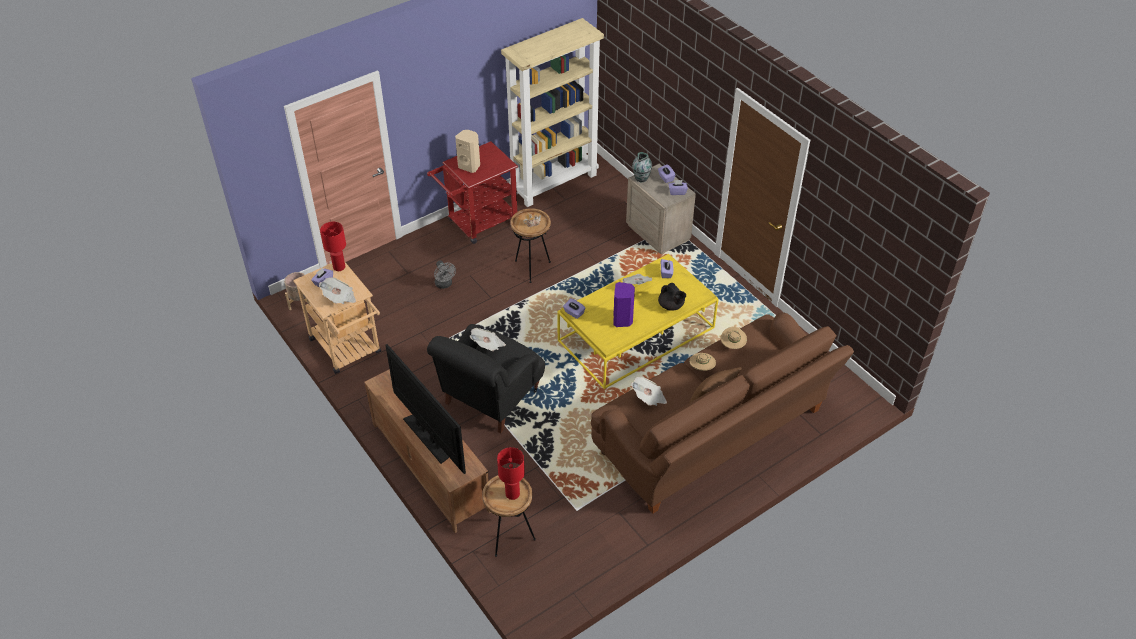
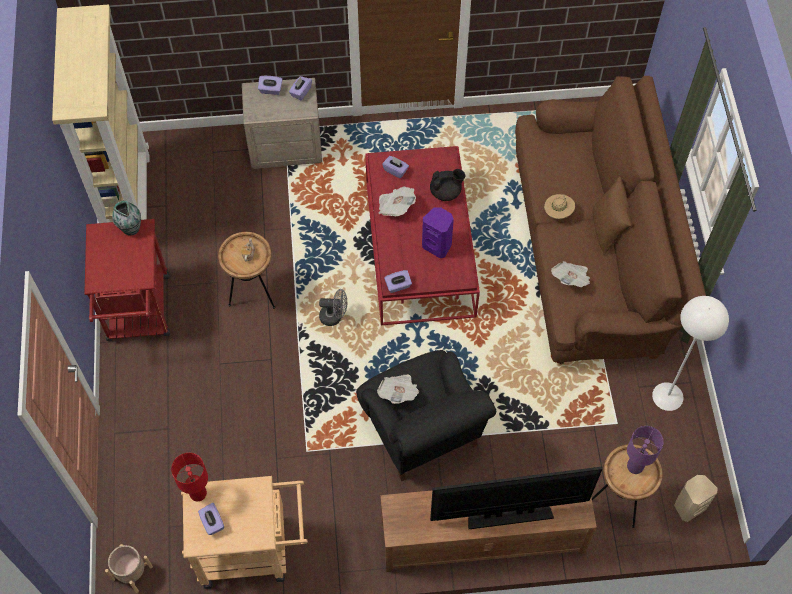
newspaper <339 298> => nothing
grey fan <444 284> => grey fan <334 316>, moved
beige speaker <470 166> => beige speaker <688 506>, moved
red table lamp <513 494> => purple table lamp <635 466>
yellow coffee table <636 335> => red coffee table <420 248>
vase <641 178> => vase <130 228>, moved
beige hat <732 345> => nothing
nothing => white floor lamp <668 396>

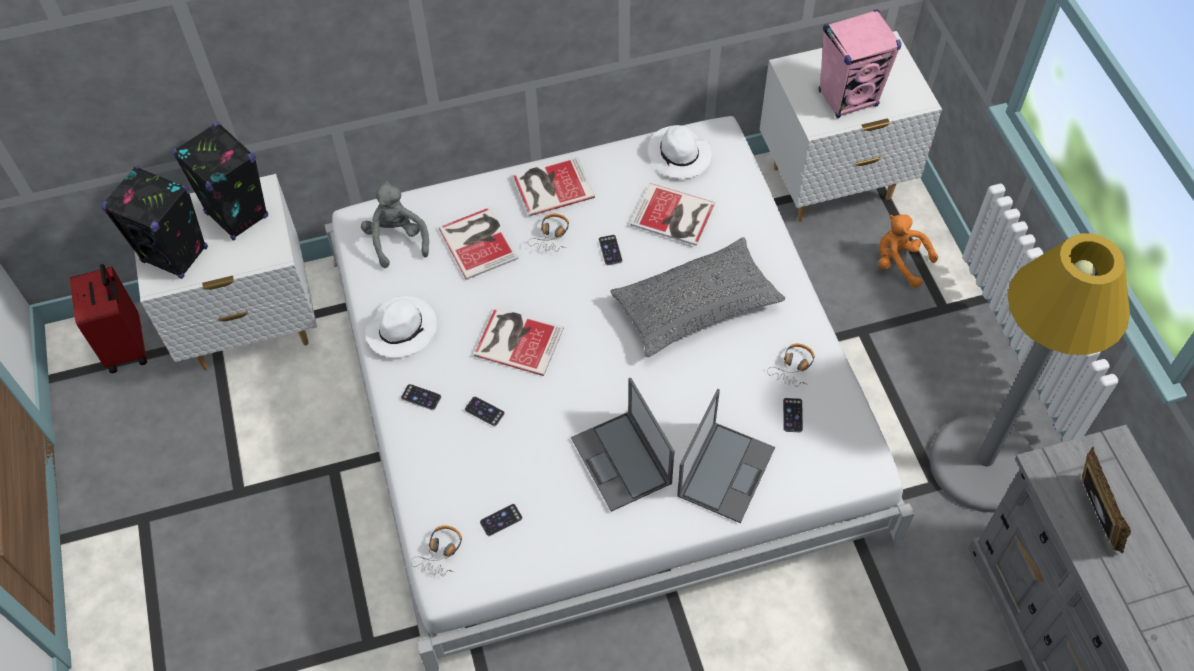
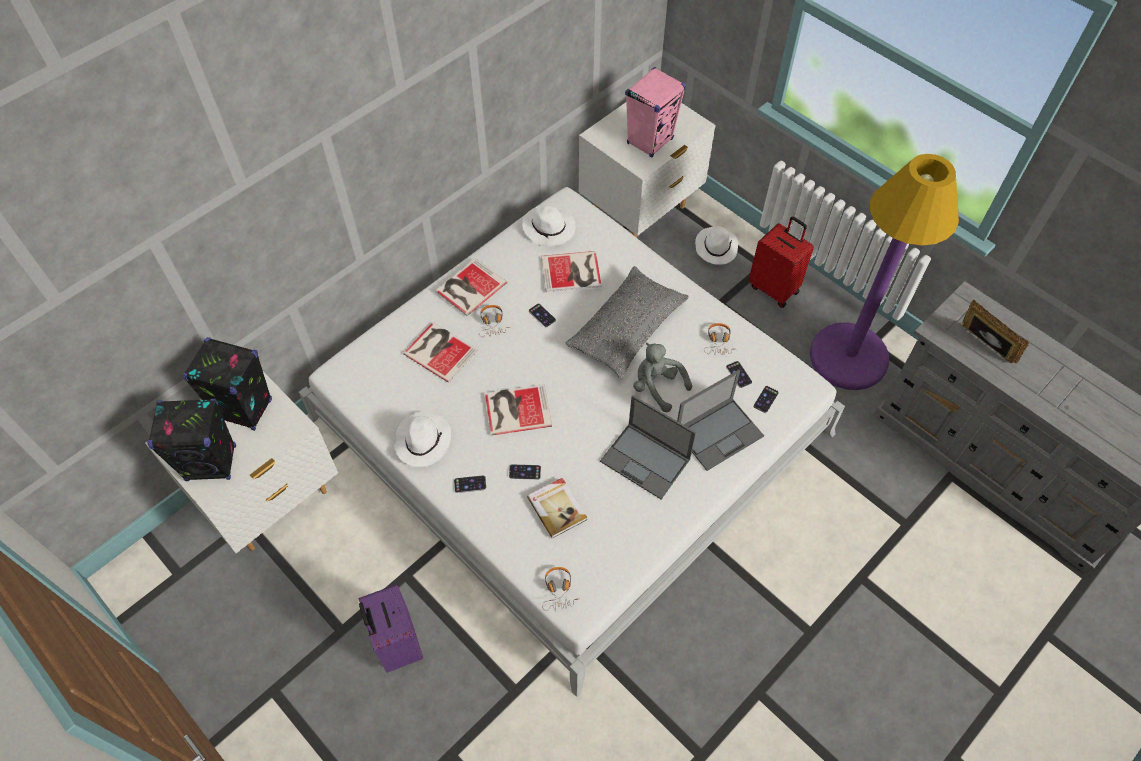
red suitcase <128 346> => red suitcase <774 288>, moved
grey plush toy <397 239> => grey plush toy <657 386>, moved
phone <501 520> => phone <765 399>, moved
laptop <726 470> => laptop <719 433>, 60 degrees clockwise
orange plush toy <899 262> => white hat <716 247>
grey floor lamp <982 464> => purple floor lamp <848 357>
nothing => purple suitcase <397 644>
nothing => book <557 508>

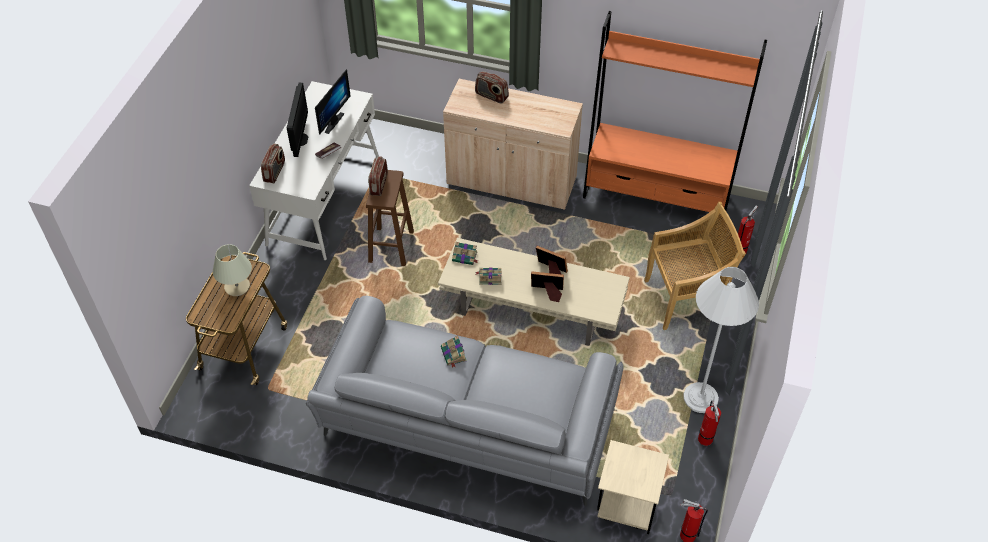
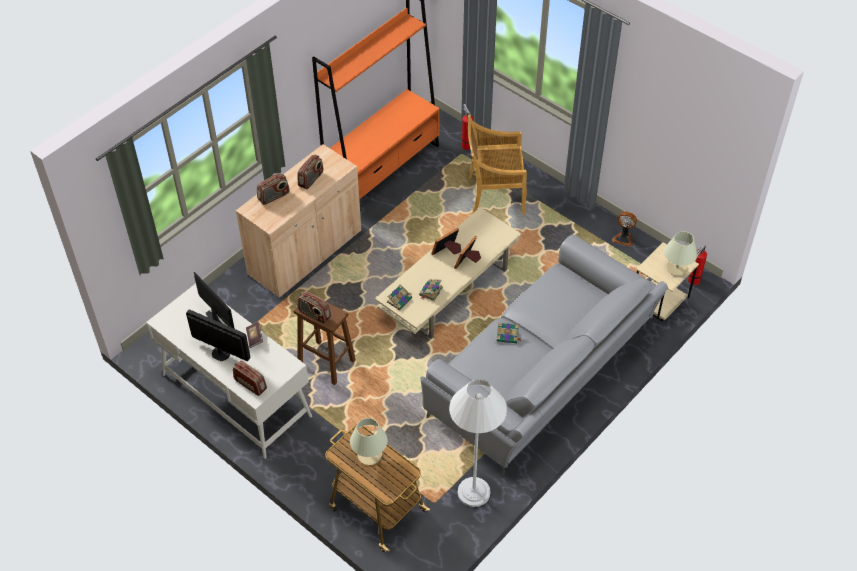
beige chair <685 299> => beige chair <494 196>, 105 degrees counterclockwise
white floor lamp <700 398> => white floor lamp <474 492>, moved
fire extinguisher <705 441> => fan <623 238>
nothing => radio <311 179>
nothing => beige table lamp <677 268>

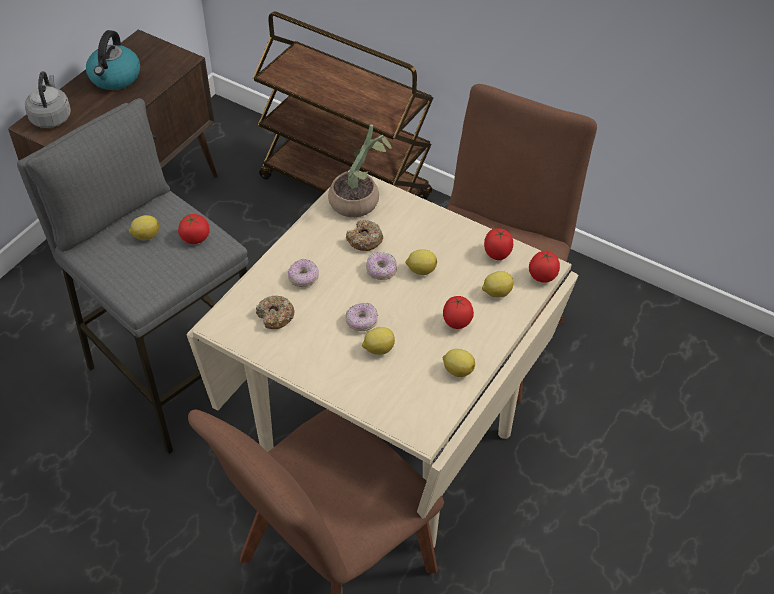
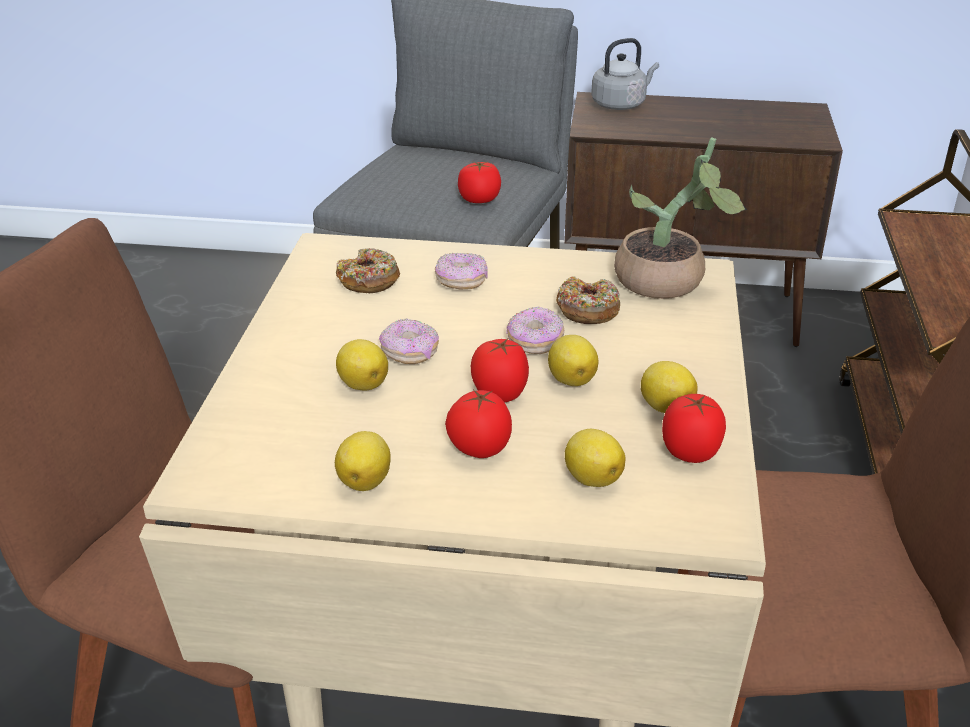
kettle <115 78> => nothing
lemon <145 236> => lemon <665 406>, moved
tomato <542 277> => tomato <499 394>, moved

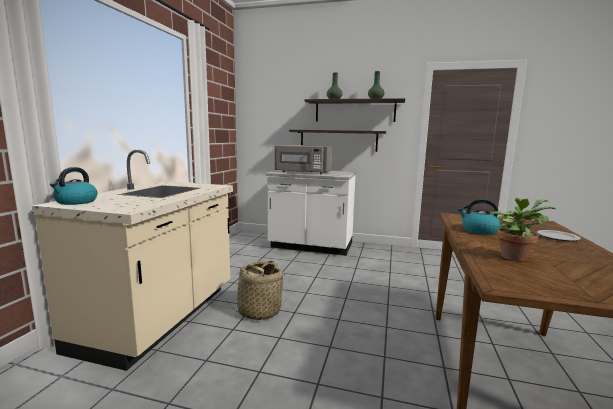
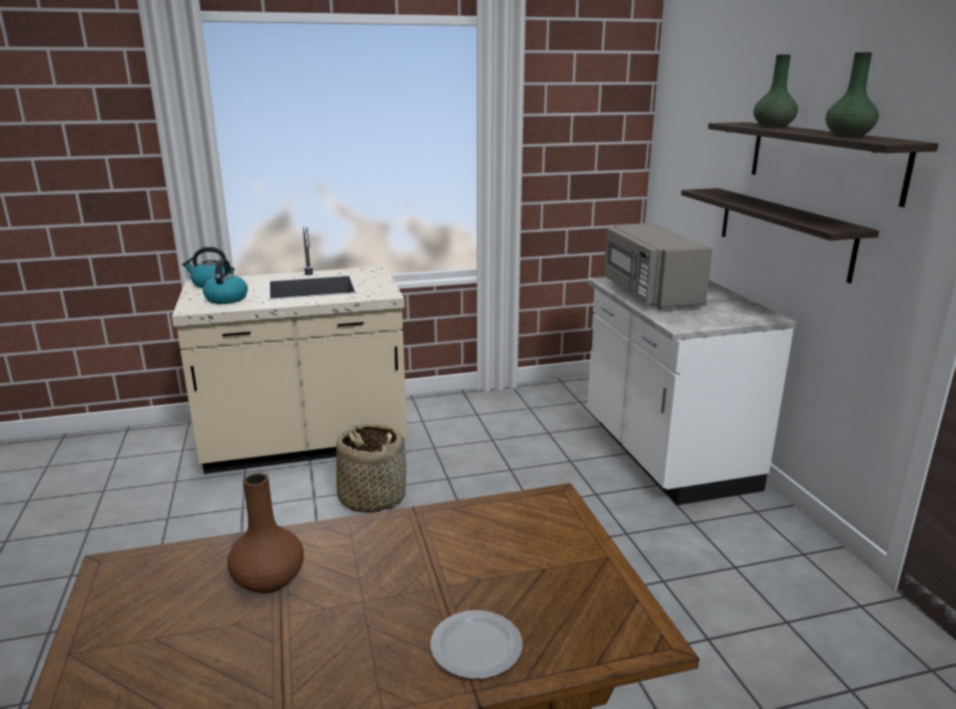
kettle <479 230> => kettle <226 298>, moved
potted plant <514 256> => brown vase <268 581>

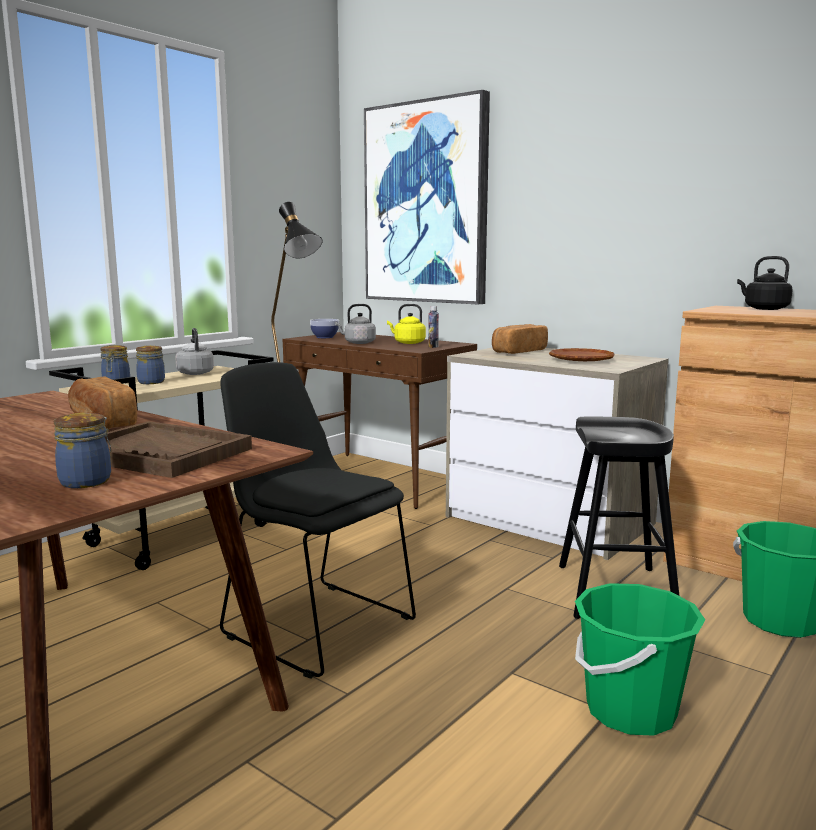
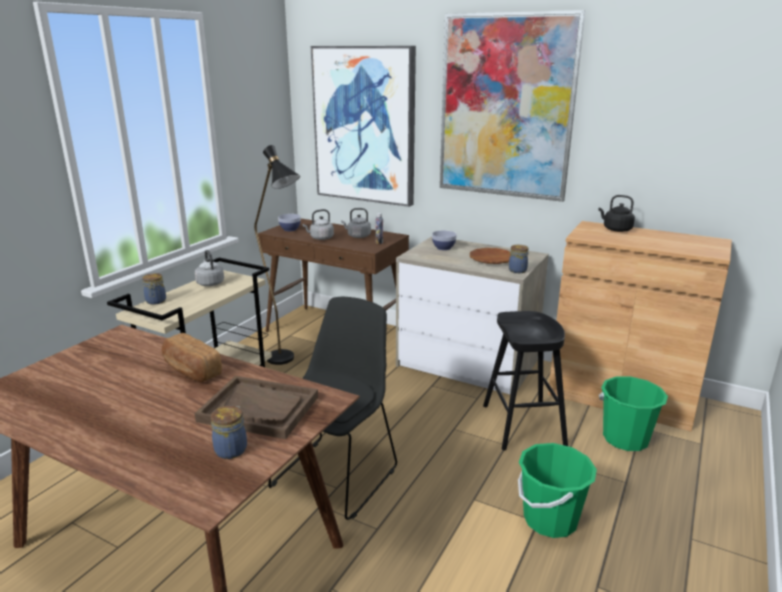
jar <152 382> => jar <517 270>, moved
black chair <315 624> => black chair <337 474>, 90 degrees clockwise
yellow kettle <407 343> => grey kettle <357 236>
bread <518 351> => bowl <443 248>
nothing => picture <506 107>

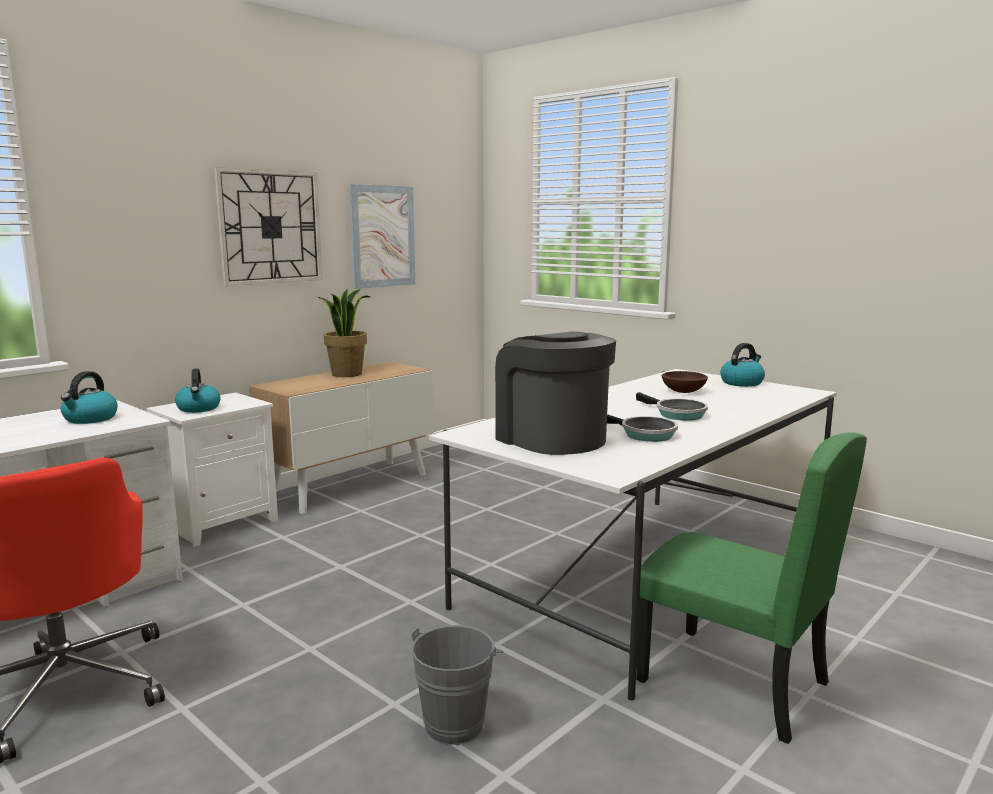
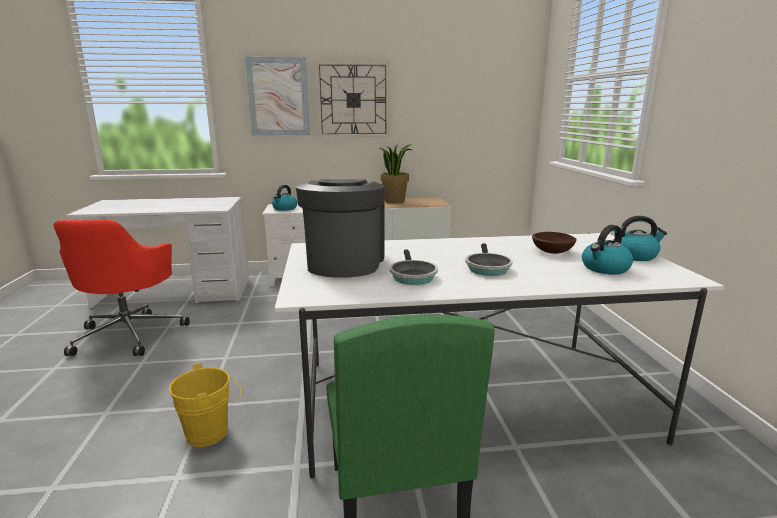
kettle <90 419> => kettle <605 268>, moved
picture <382 236> => picture <278 97>, moved
grey bucket <457 721> => yellow bucket <212 432>

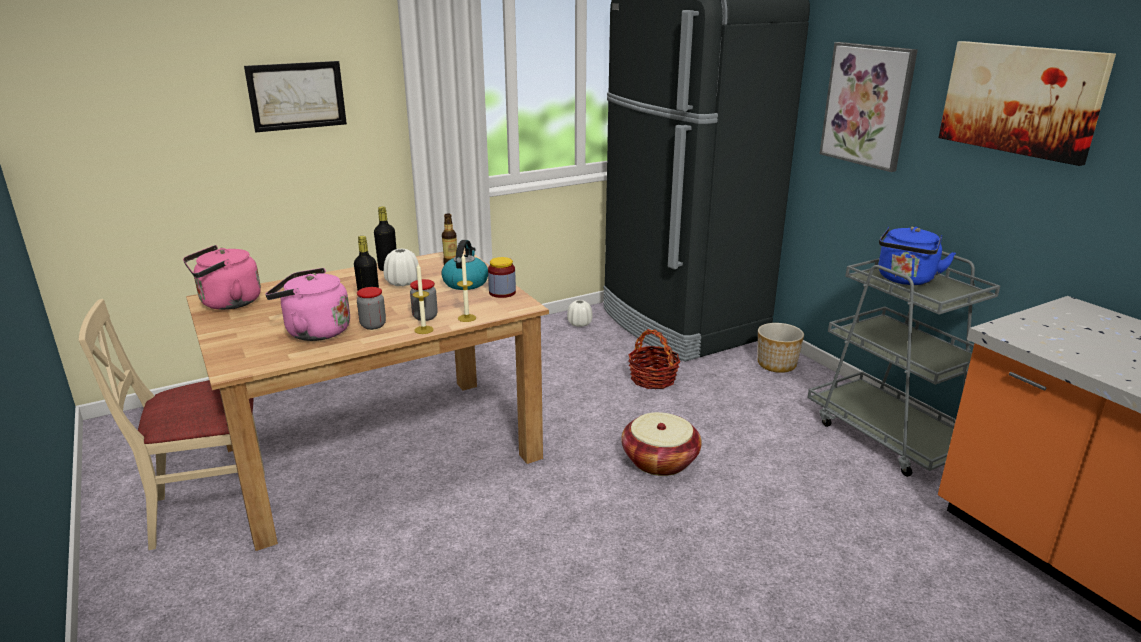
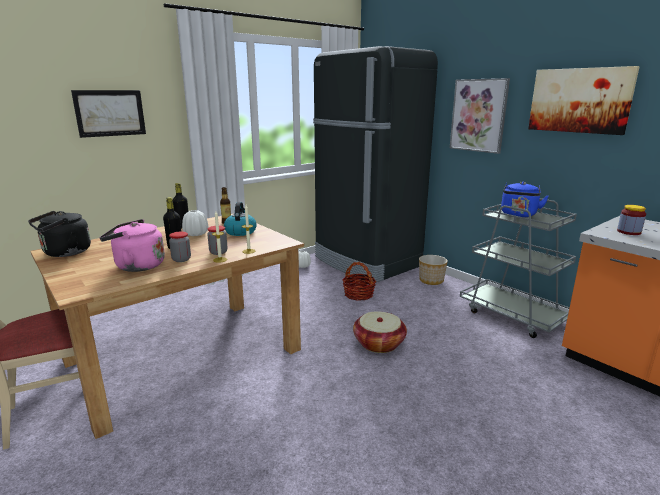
pink kettle <227 303> => black kettle <64 253>
jar <502 292> => jar <628 232>, moved

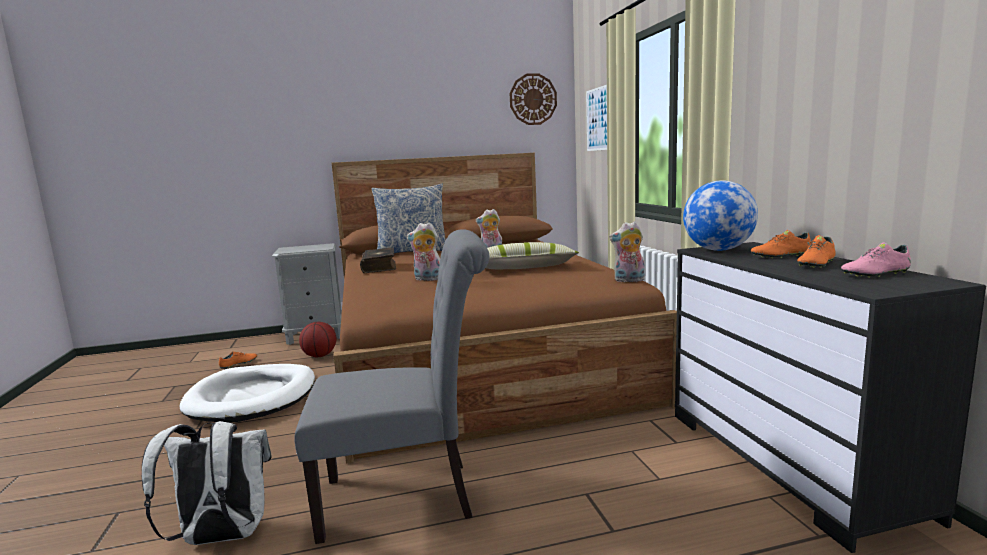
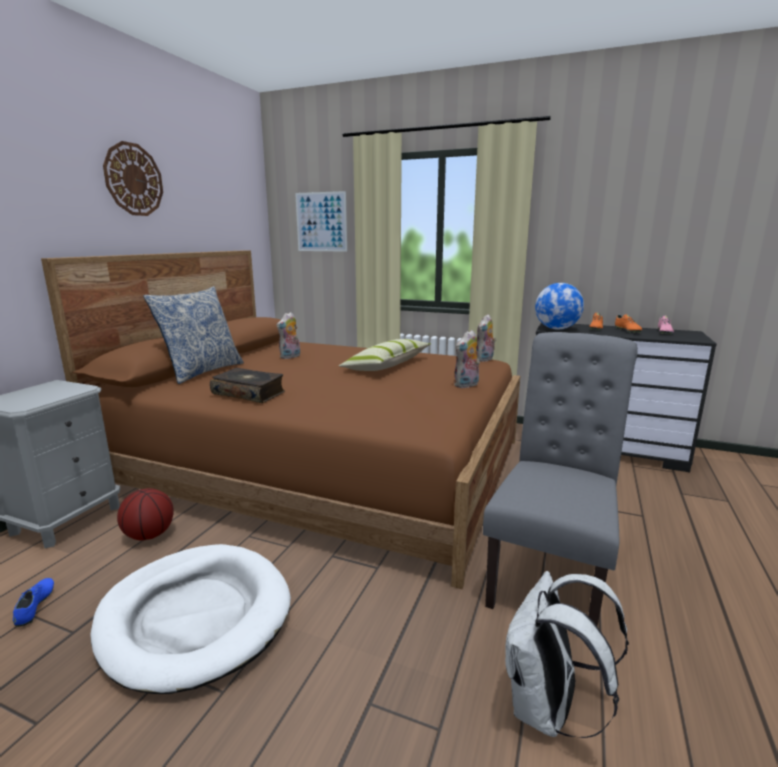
orange shoe <239 364> => blue shoe <36 606>
plush toy <427 279> => plush toy <467 385>, moved
wall clock <533 99> => wall clock <133 179>, moved

